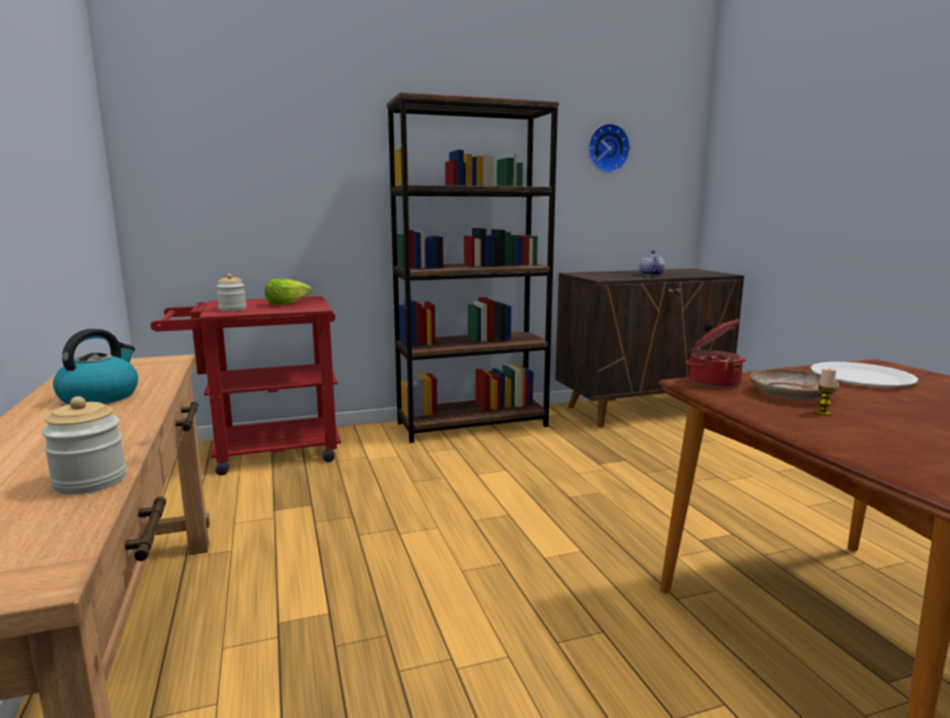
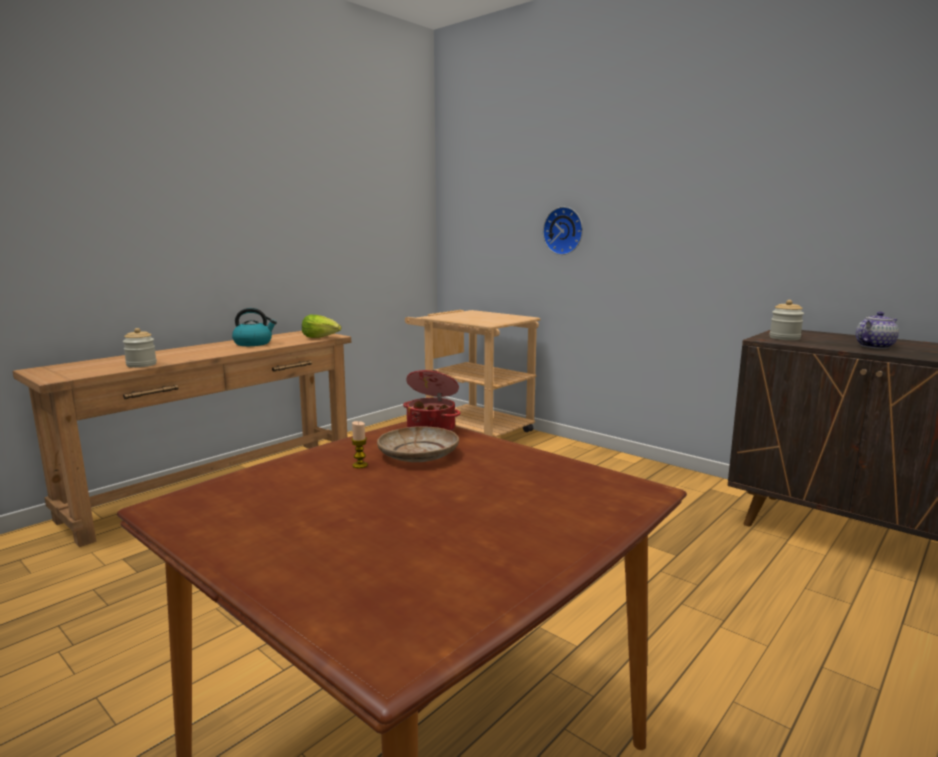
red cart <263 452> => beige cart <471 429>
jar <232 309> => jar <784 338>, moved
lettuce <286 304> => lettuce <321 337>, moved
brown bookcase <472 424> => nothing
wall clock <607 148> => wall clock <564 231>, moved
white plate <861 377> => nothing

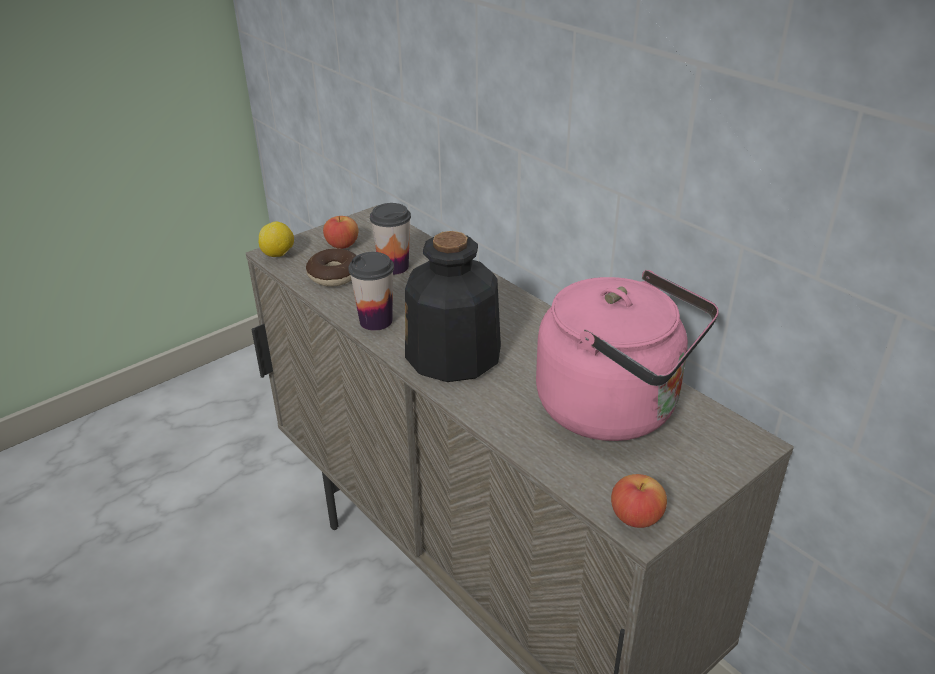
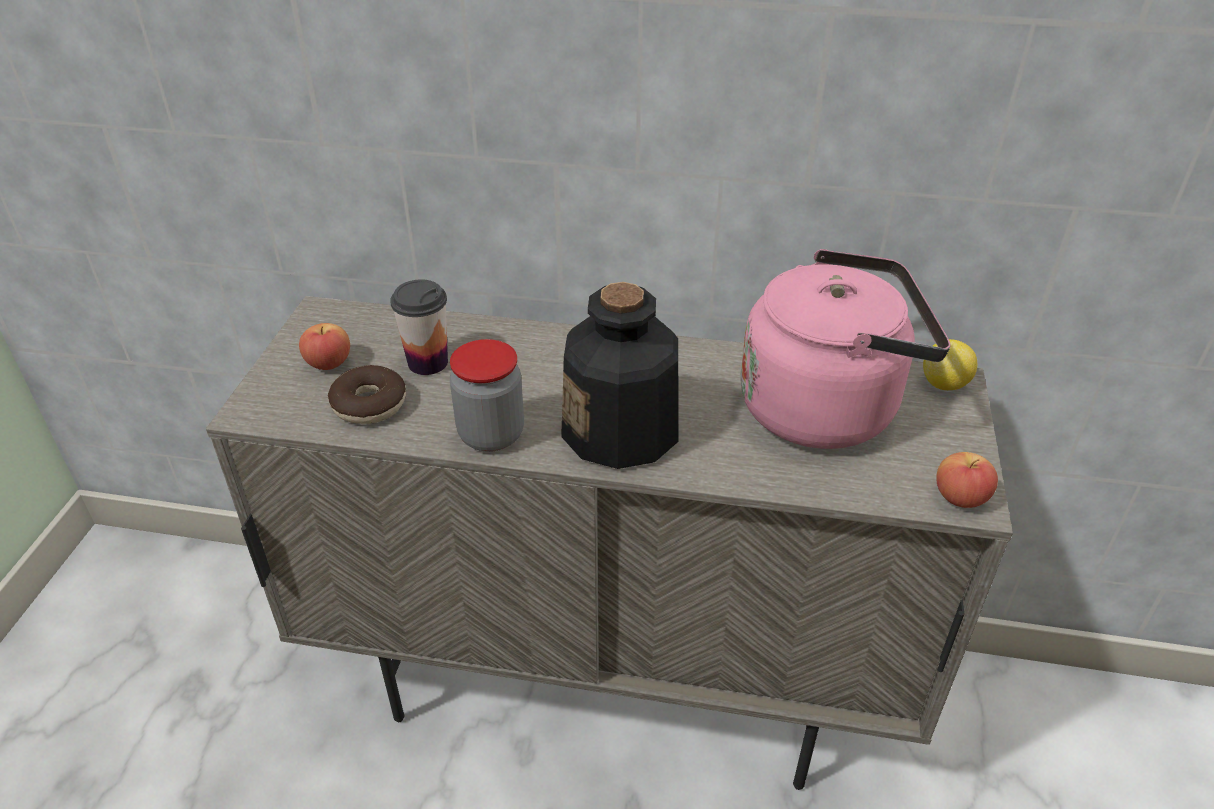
lemon <279 255> => lemon <944 384>, moved
cup <376 321> => jar <491 435>

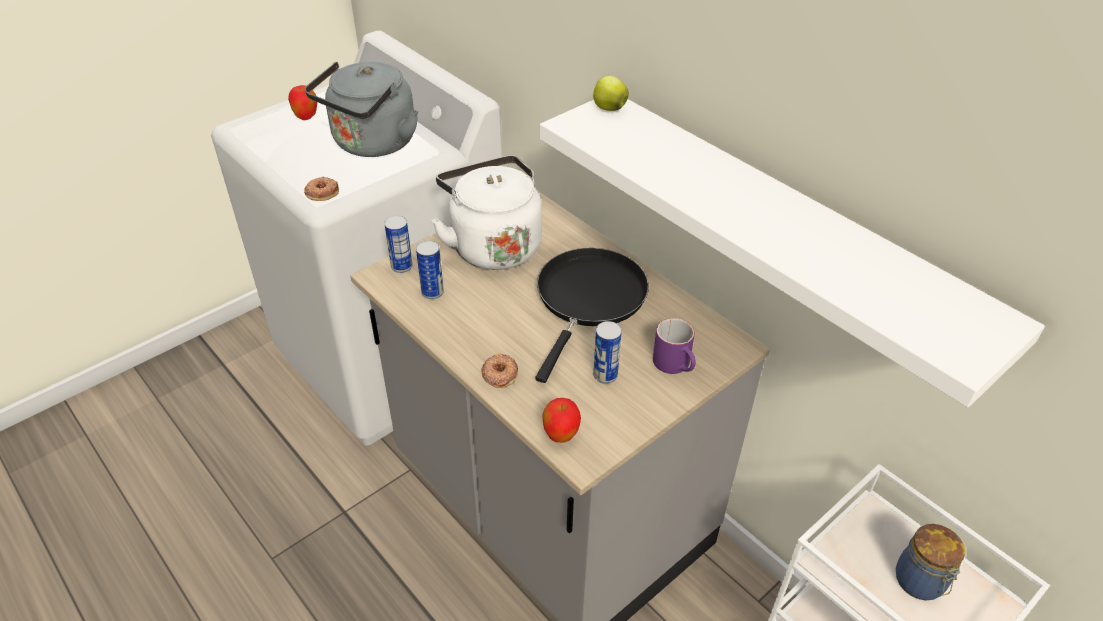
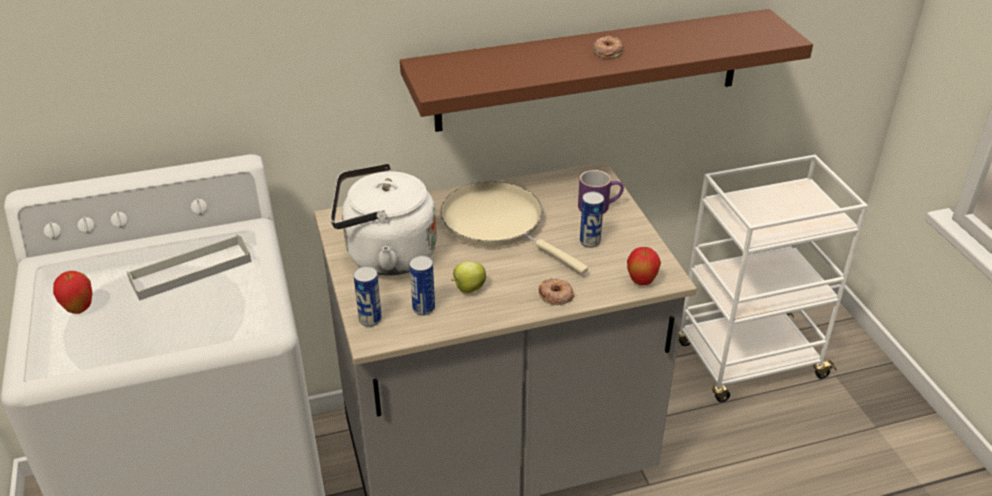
donut <322 192> => donut <607 51>, moved
grey kettle <372 144> => grey tray <191 271>
black frying pan <589 299> => beige frying pan <498 224>
white shelf <783 232> => brown shelf <590 70>
apple <608 108> => apple <468 288>, moved
jar <920 583> => nothing

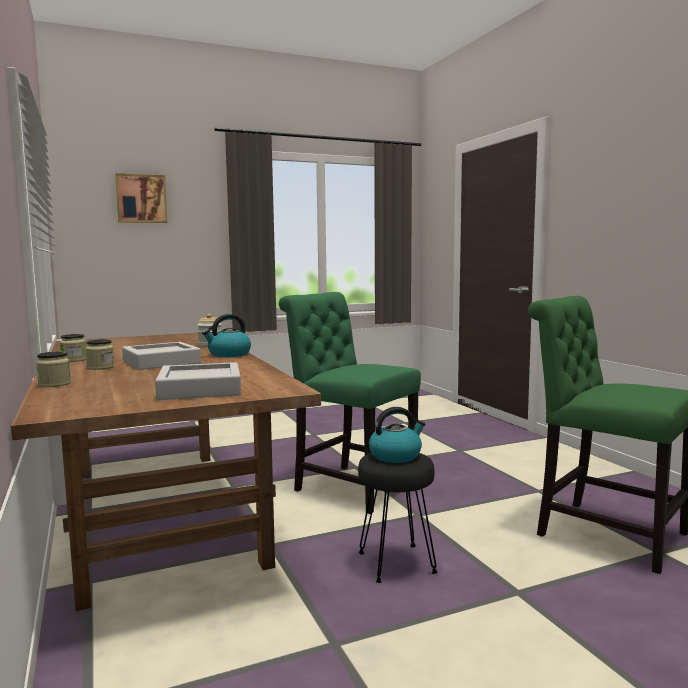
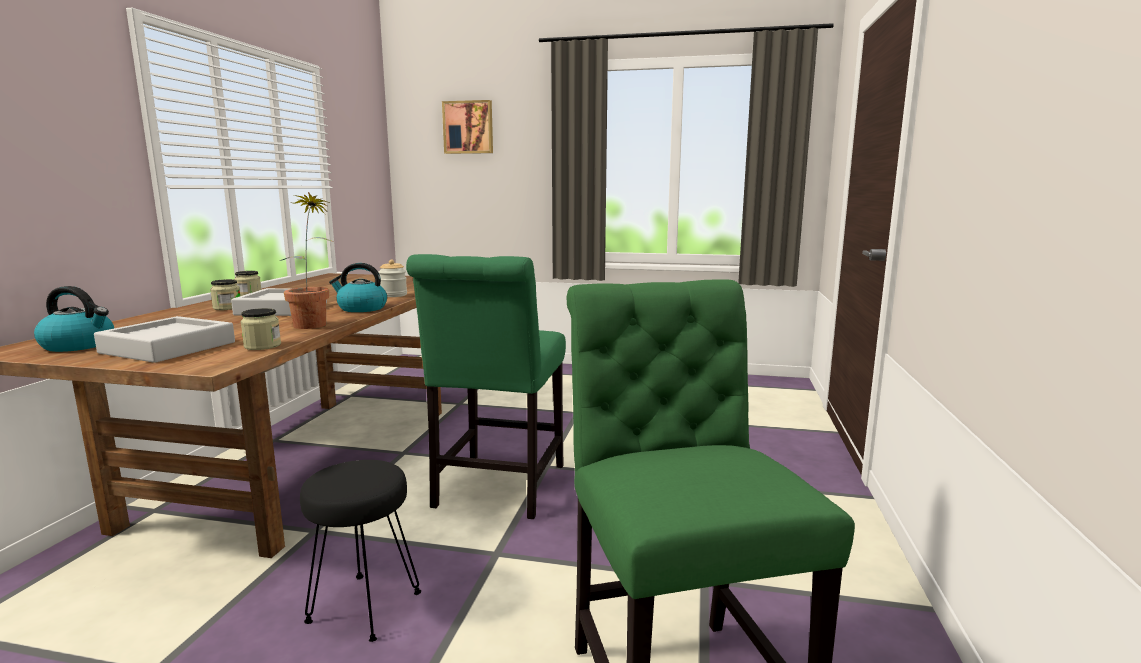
jar <54 384> => jar <262 346>, moved
green chair <350 487> => green chair <497 489>, 150 degrees counterclockwise
kettle <396 455> => kettle <79 345>, moved
nothing => potted plant <314 323>

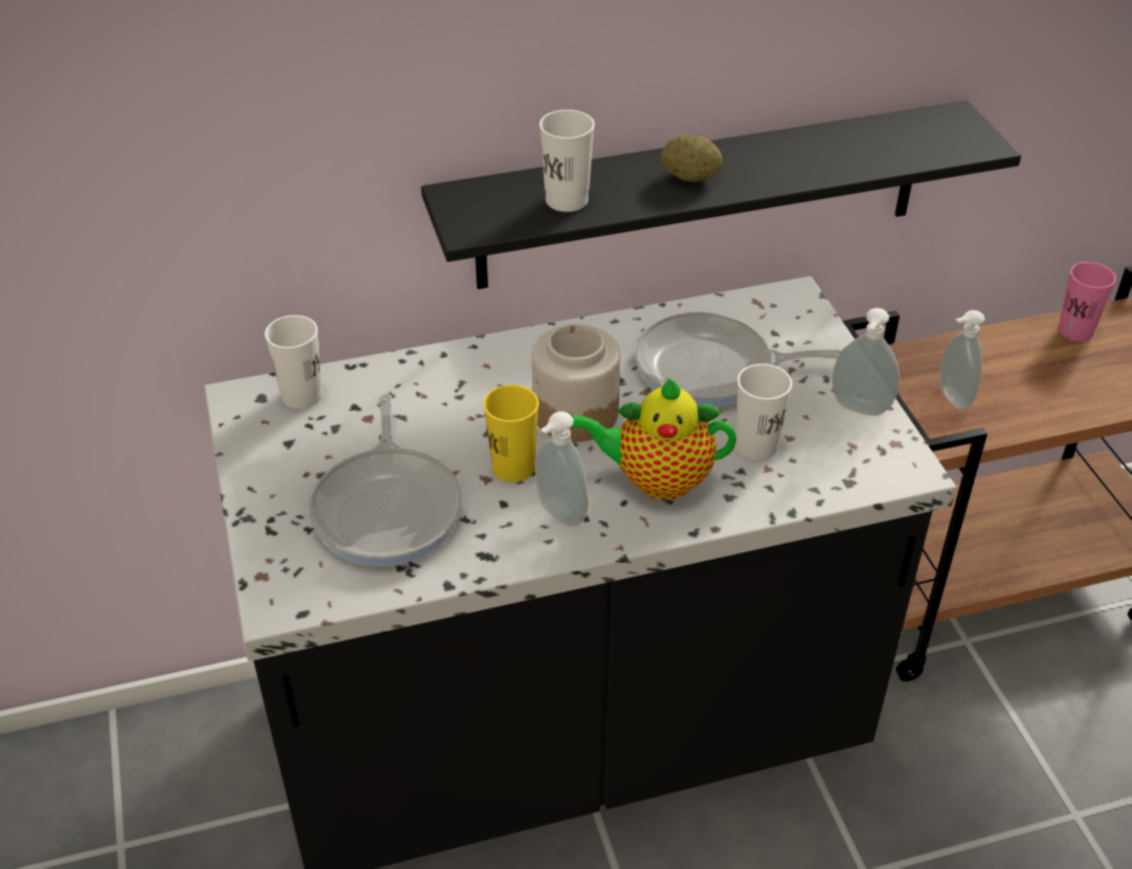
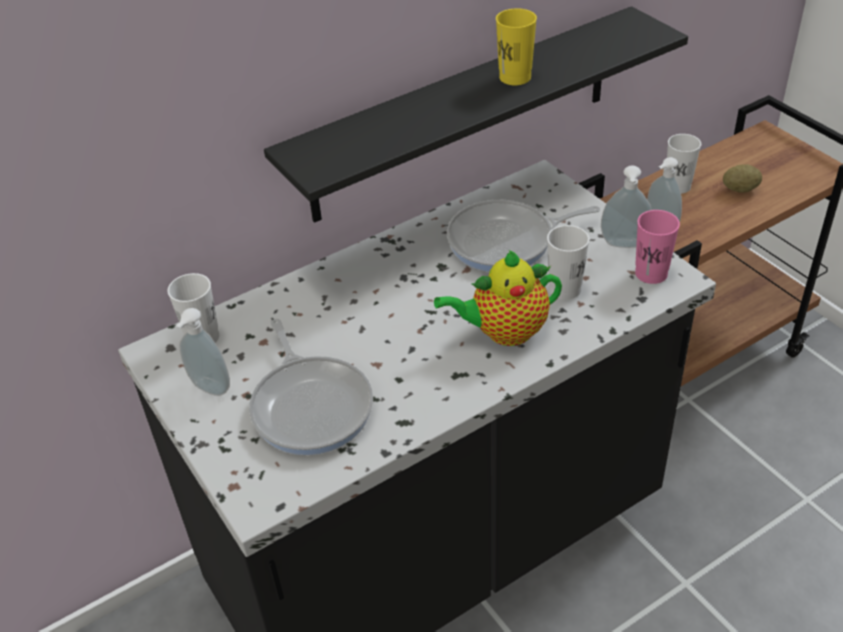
yellow cup <513 468> => yellow cup <515 77>, moved
jar <575 412> => nothing
soap dispenser <558 515> => soap dispenser <209 389>, moved
white cup <566 200> => white cup <677 186>, moved
potato <690 177> => potato <740 189>, moved
pink cup <1075 331> => pink cup <651 273>, moved

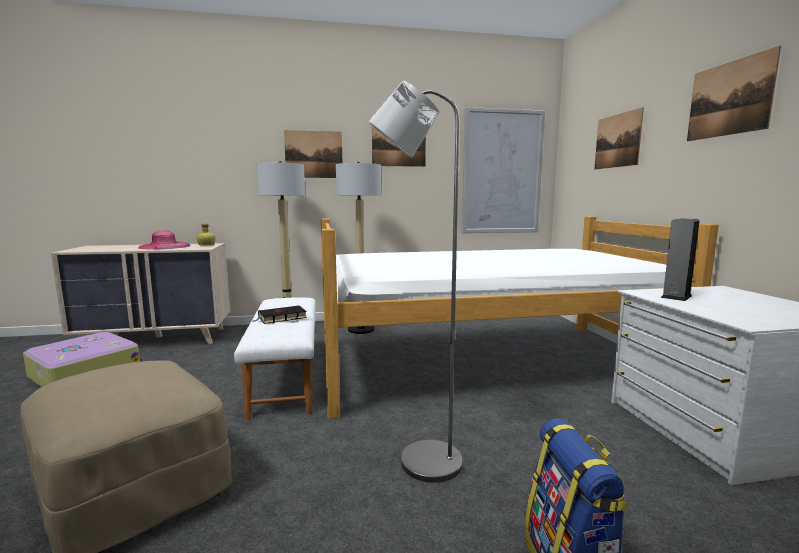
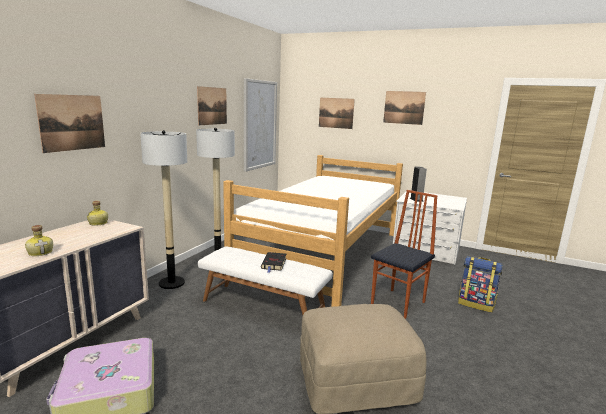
pink hat <164 246> => nothing
picture <314 154> => picture <72 122>, moved
grey floor lamp <418 461> => chair <399 303>
nothing => bottle <41 252>

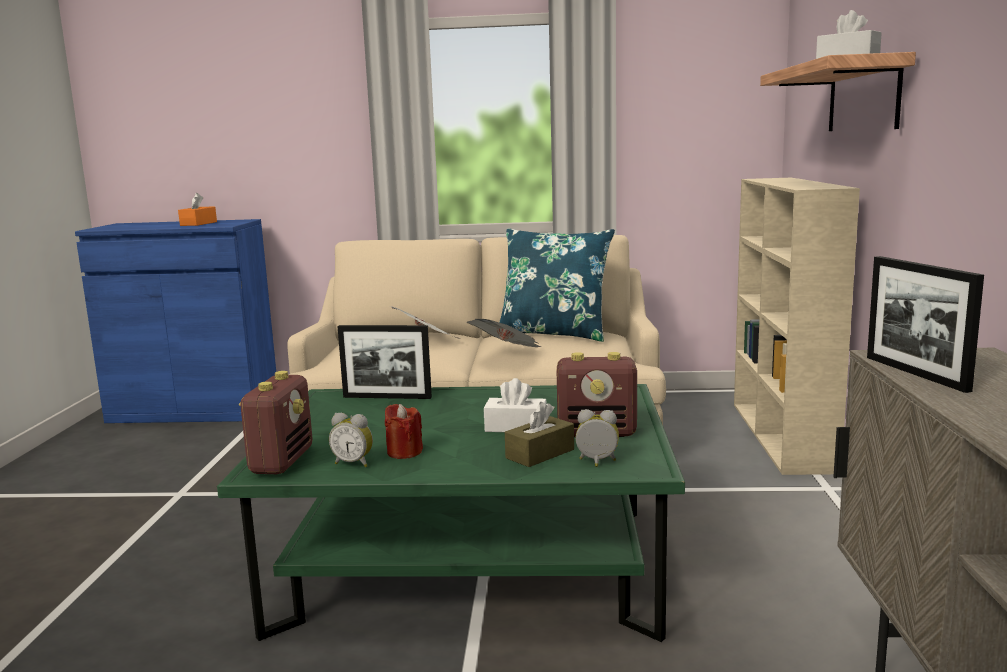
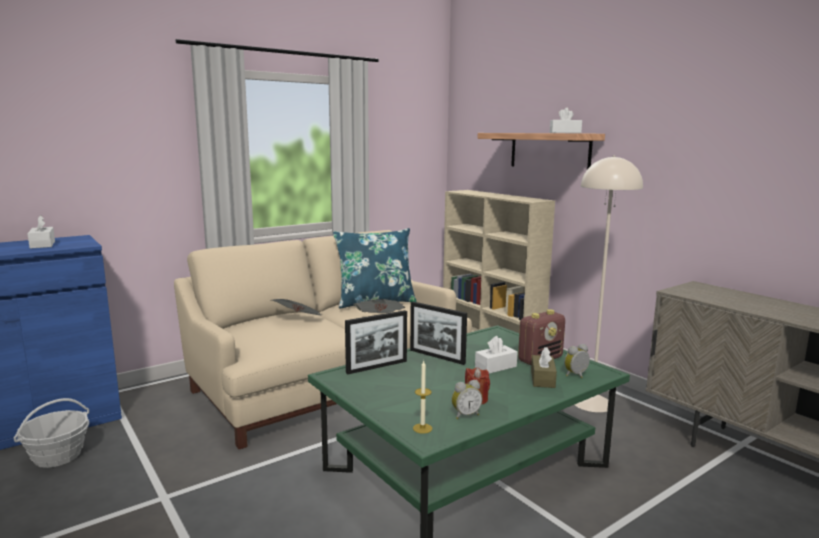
orange tissue box <198 224> => white tissue box <42 244>
radio <282 461> => candle <422 428>
picture frame <915 373> => picture frame <437 356>, moved
nothing => basket <58 456>
nothing => beige floor lamp <592 403>

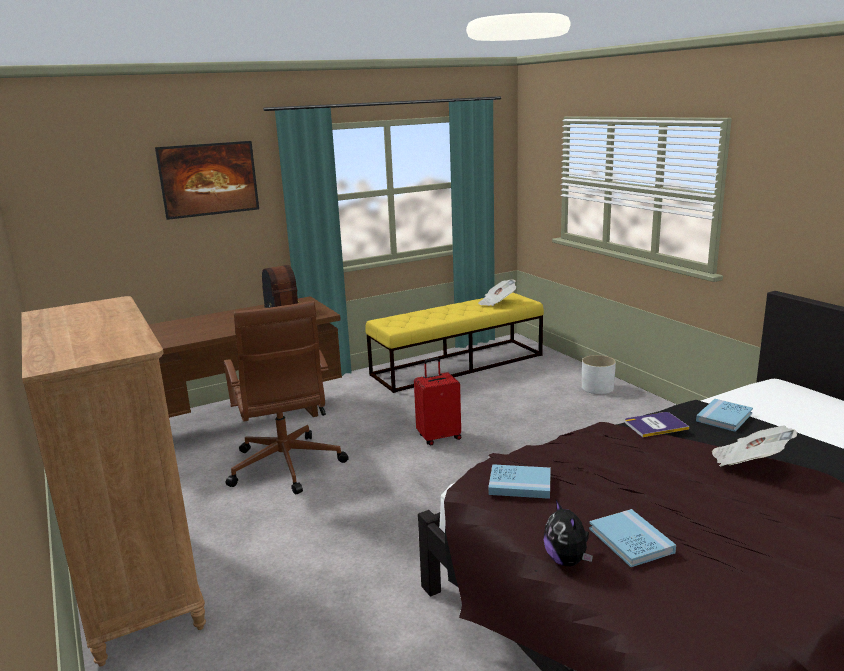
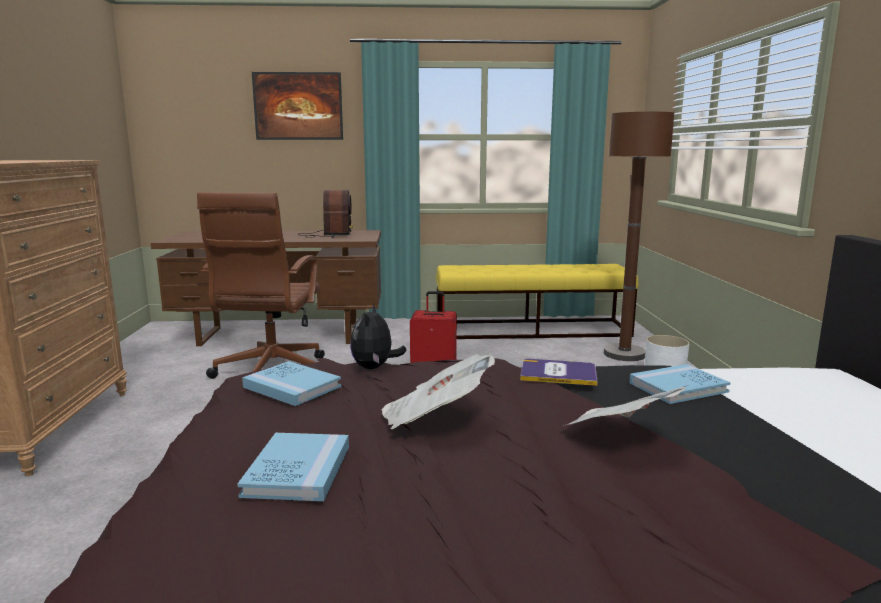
newspaper <497 303> => newspaper <434 418>, moved
plush toy <567 560> => plush toy <375 367>, moved
nothing => brown floor lamp <624 354>

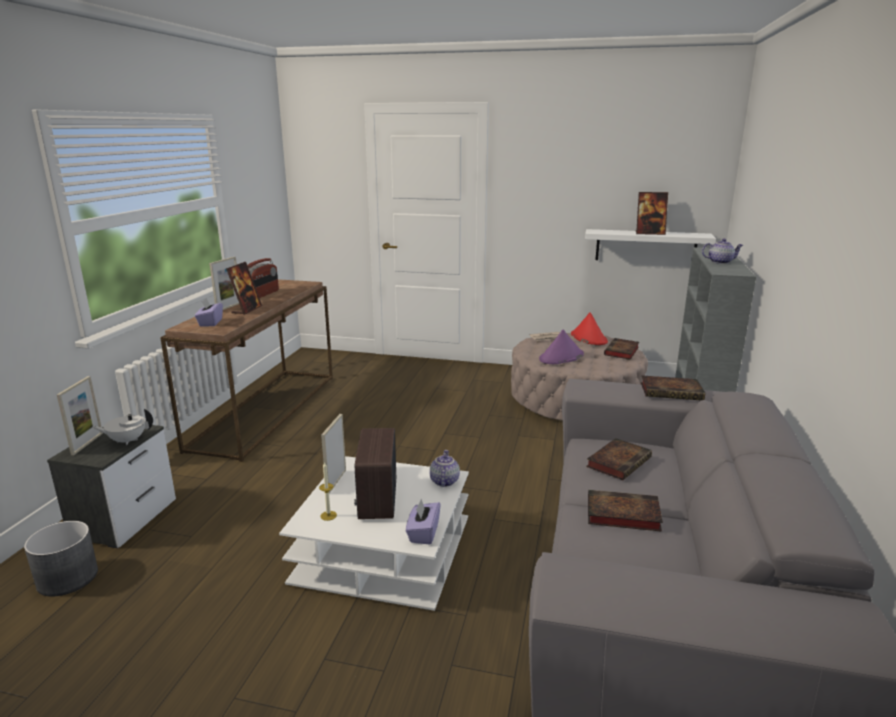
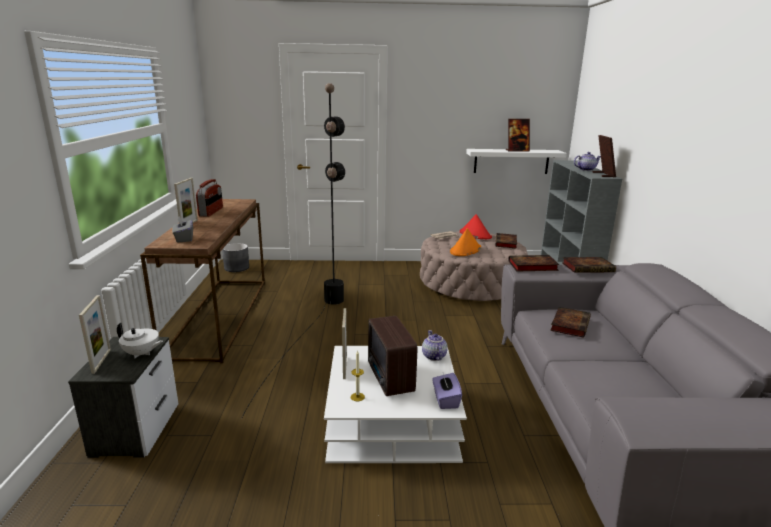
grey planter <68 577> => grey planter <237 268>, moved
white teapot <127 441> => white teapot <142 354>, 135 degrees counterclockwise
purple tissue box <210 323> => grey tissue box <184 239>
picture frame <247 310> => picture frame <603 175>, moved
purple hat <561 357> => orange hat <465 250>
book <621 514> => book <531 266>, moved
nothing => black floor lamp <313 324>

